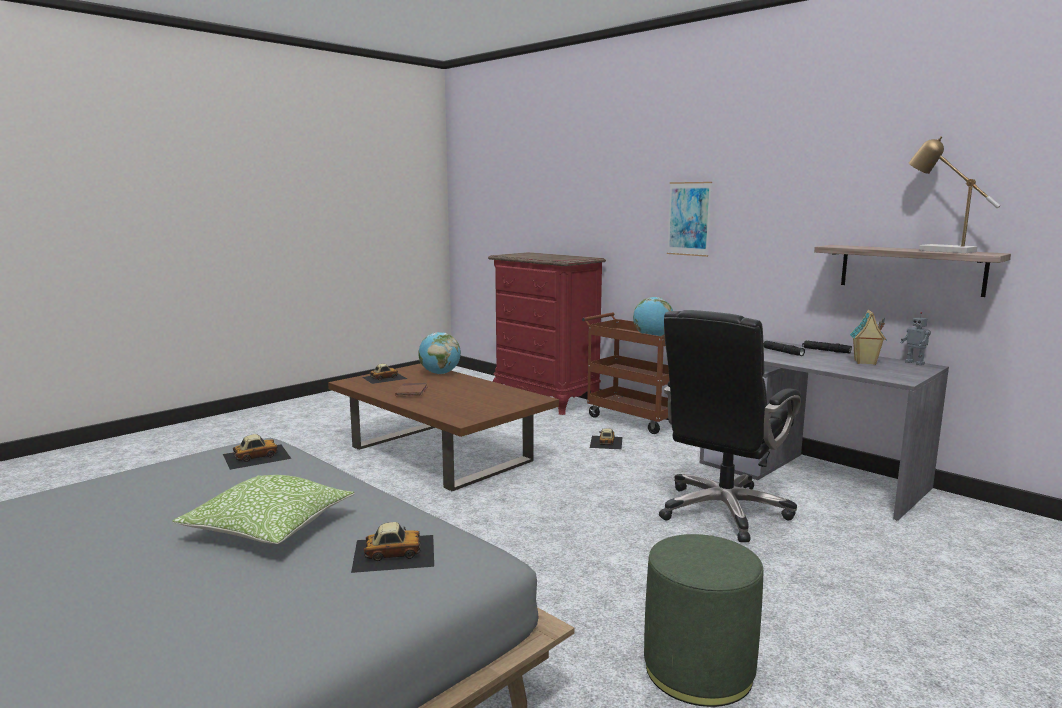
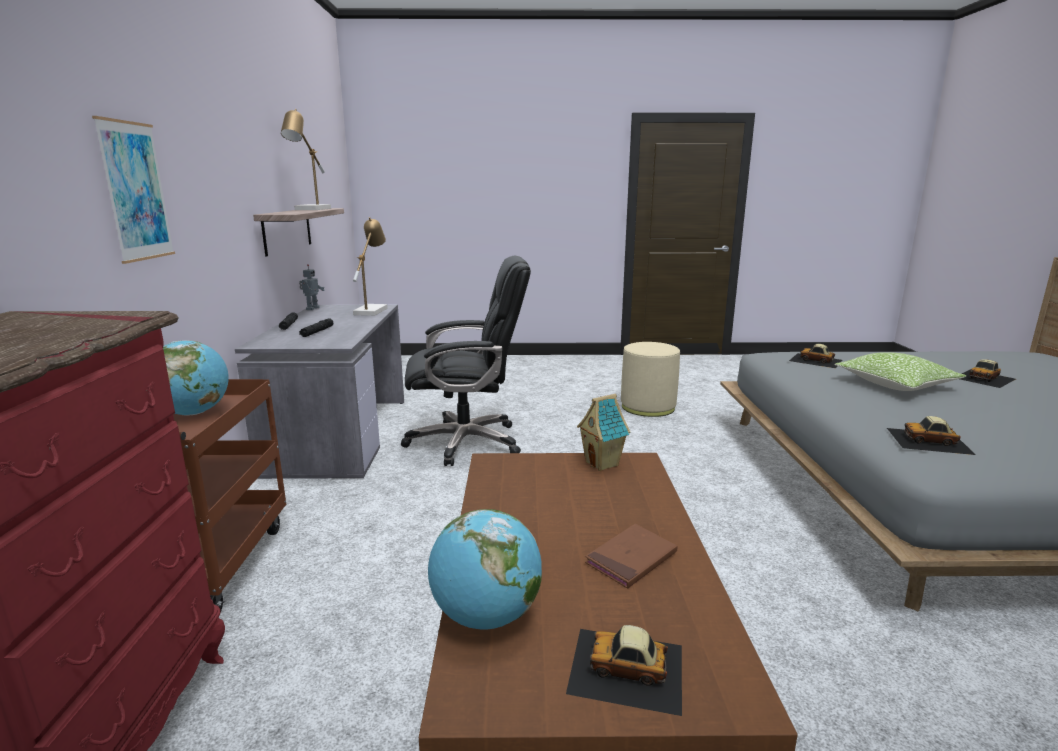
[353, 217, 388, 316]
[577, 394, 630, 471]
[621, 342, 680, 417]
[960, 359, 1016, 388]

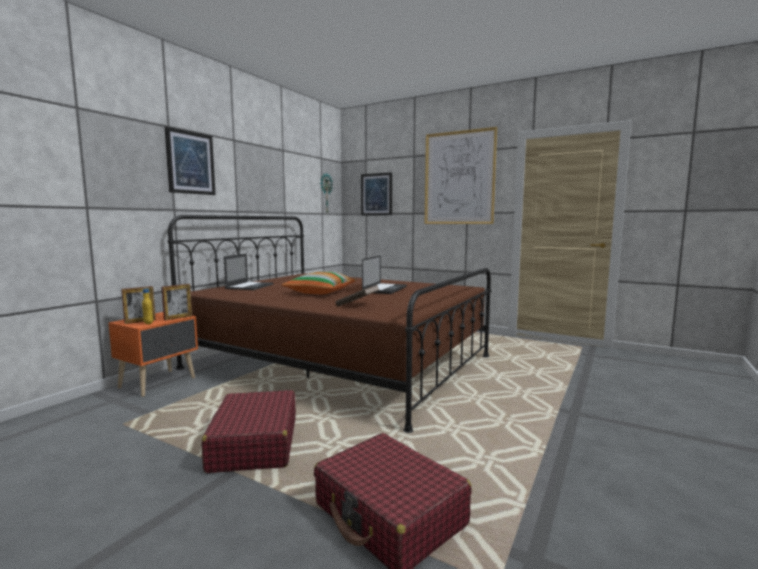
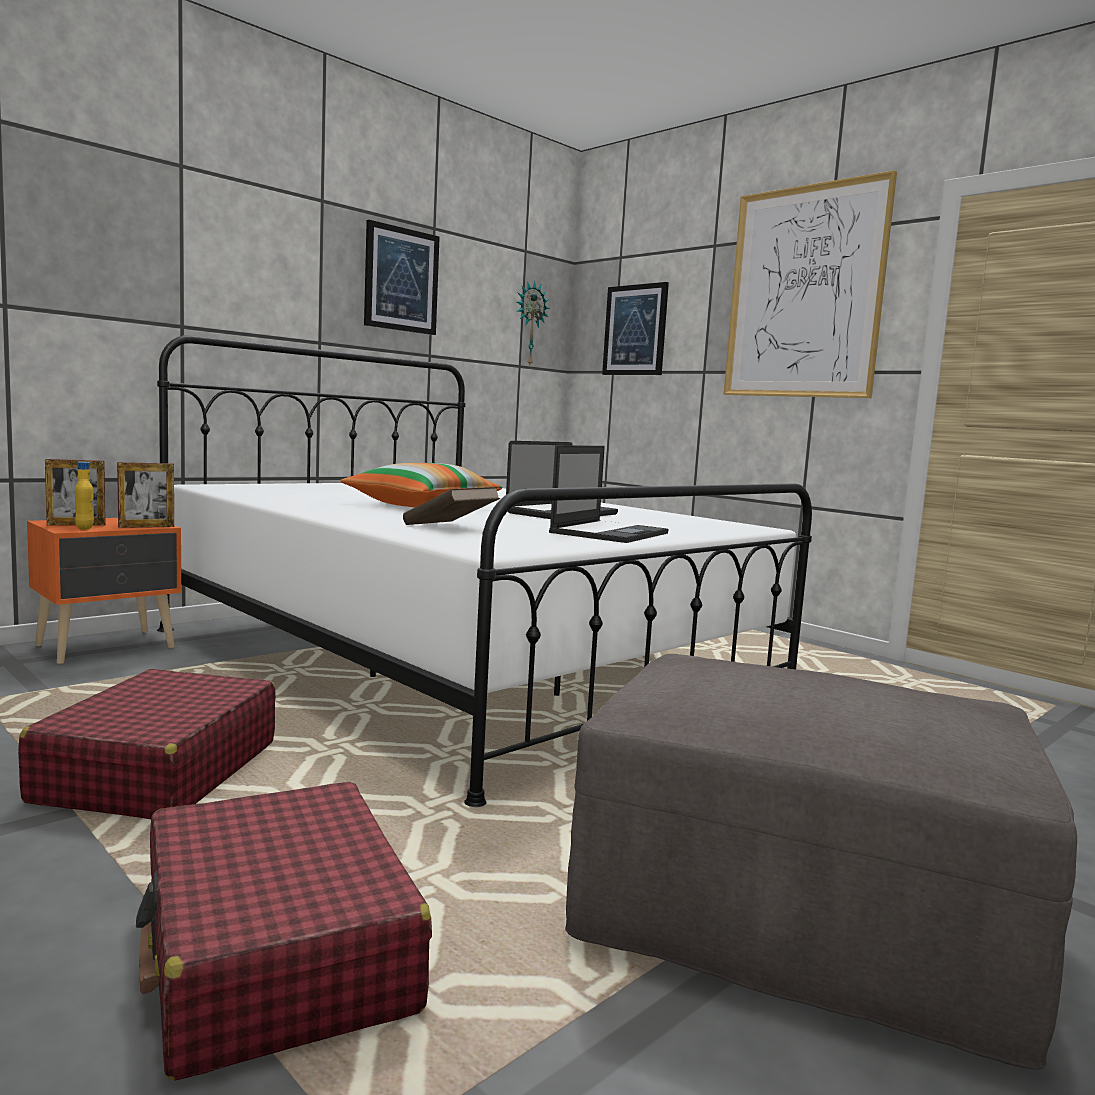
[157, 335, 812, 807]
[364, 220, 440, 335]
[549, 445, 668, 543]
[565, 654, 1077, 1070]

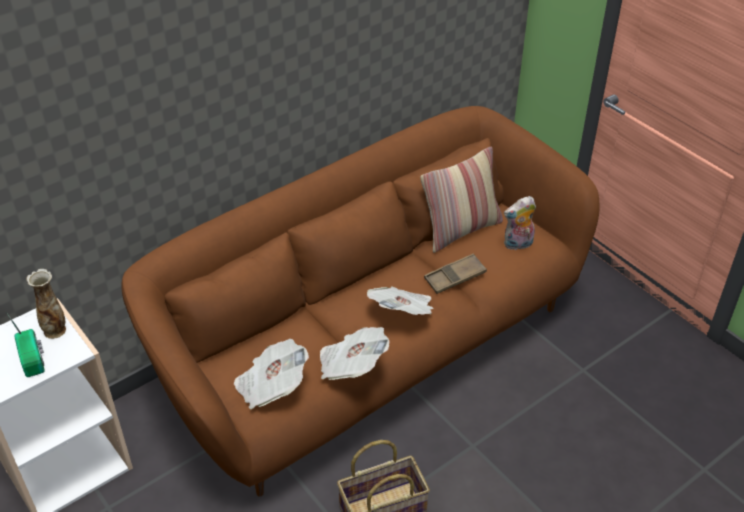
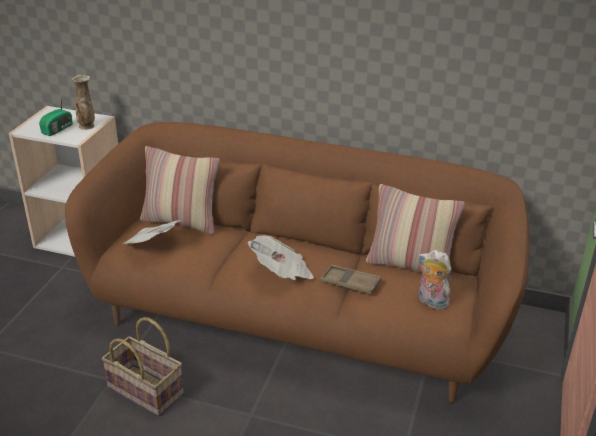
[140, 146, 220, 235]
[320, 327, 390, 380] (first image)

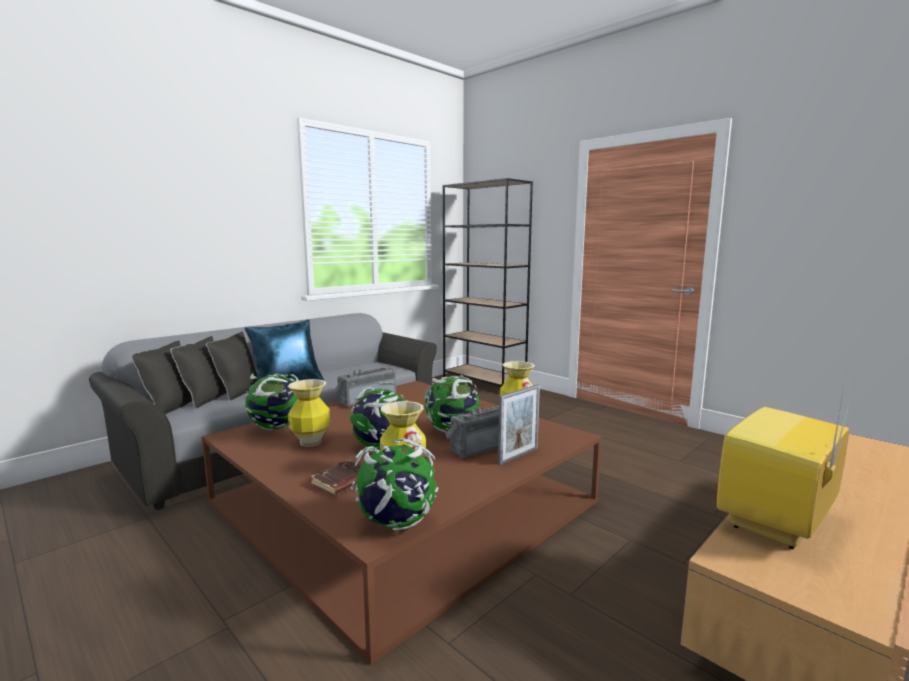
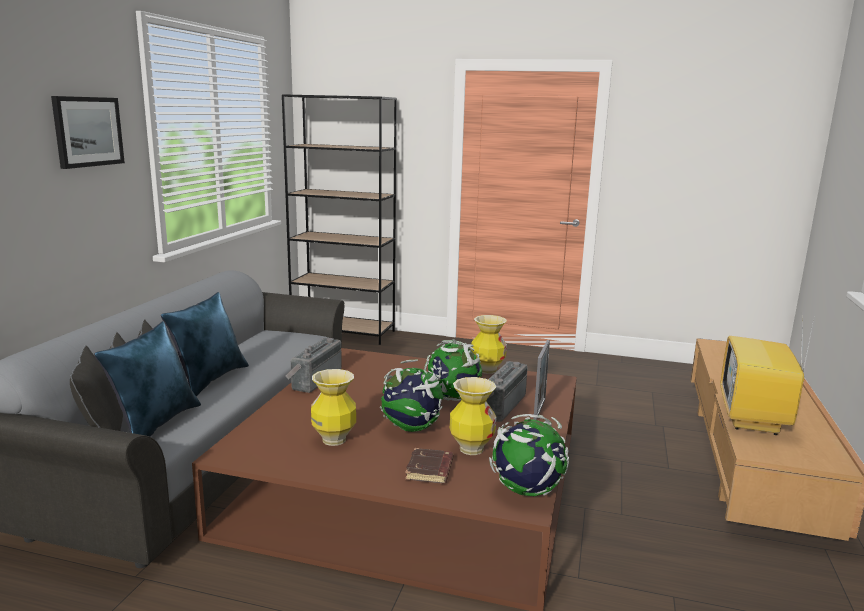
[51, 96, 125, 169]
[94, 321, 201, 437]
[245, 373, 299, 430] (first image)

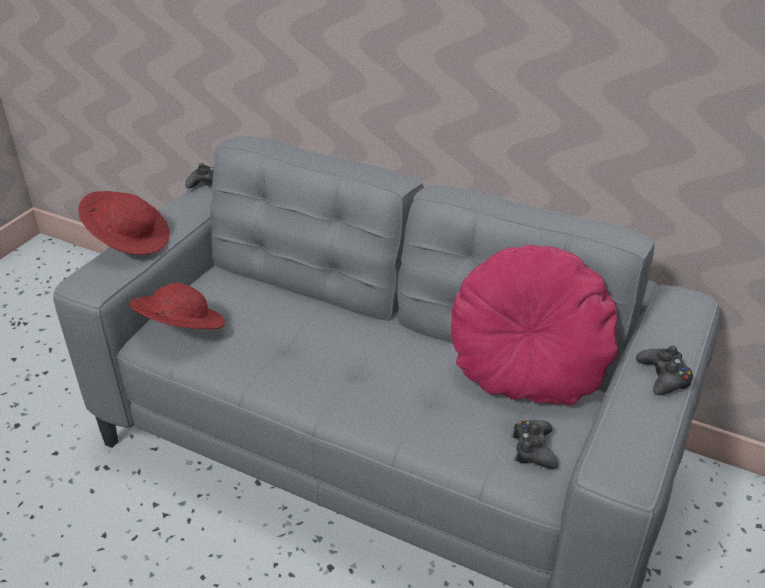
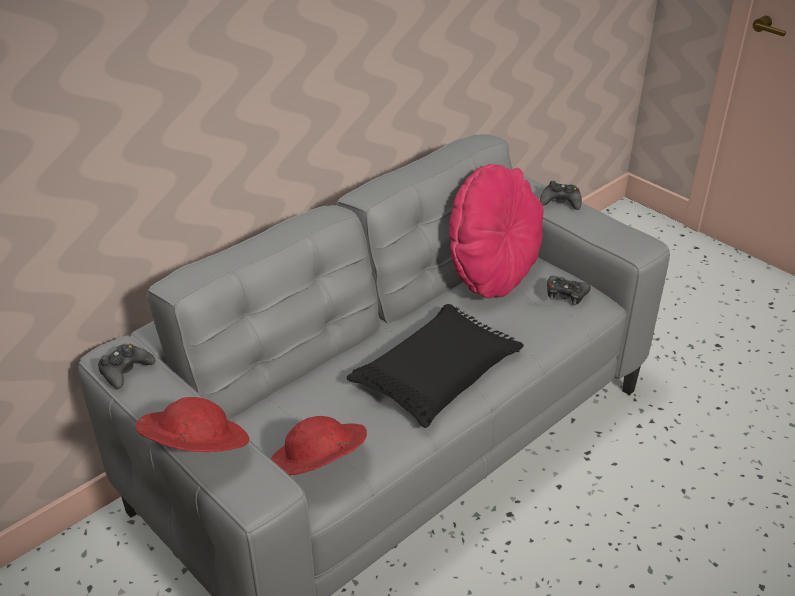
[347, 304, 524, 428]

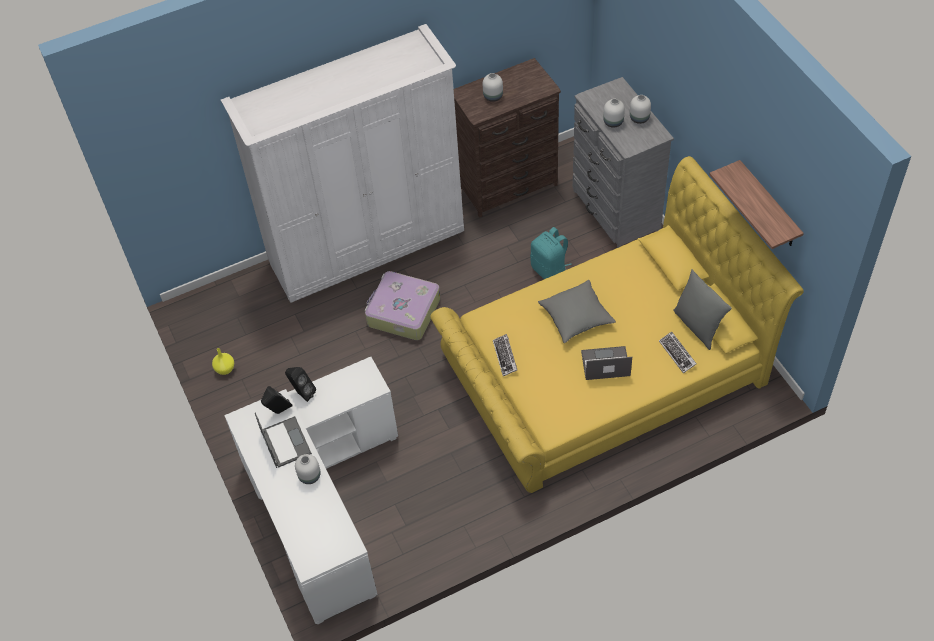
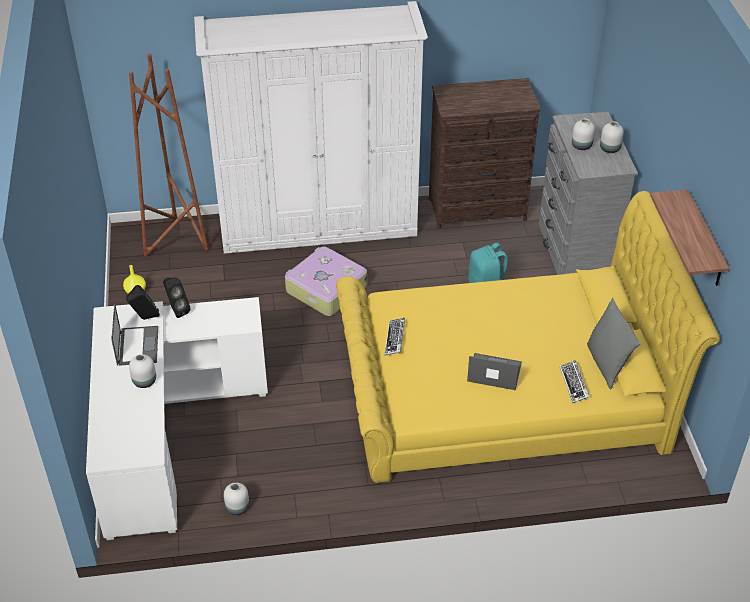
[129, 53, 208, 256]
[224, 482, 249, 515]
[538, 280, 616, 343] (first image)

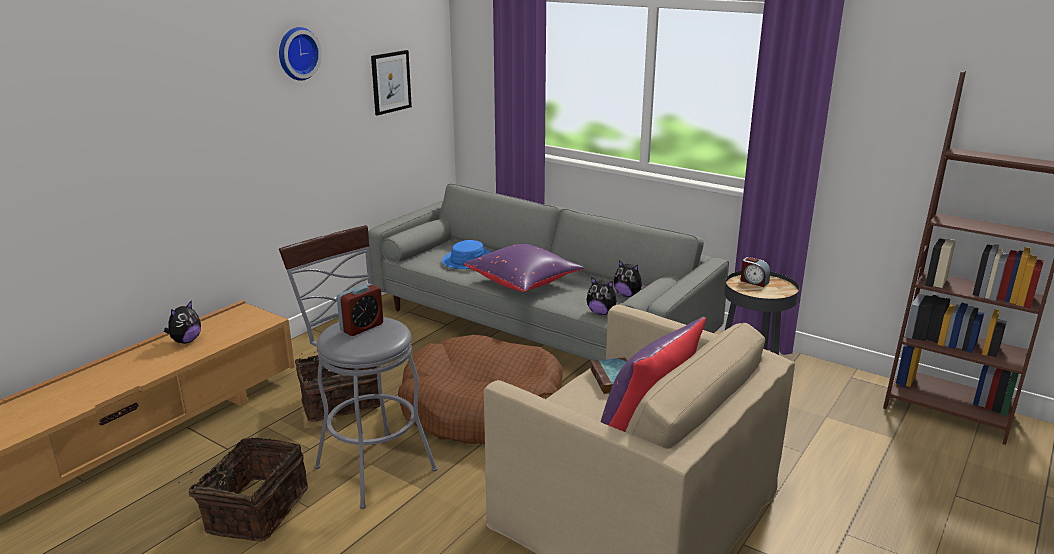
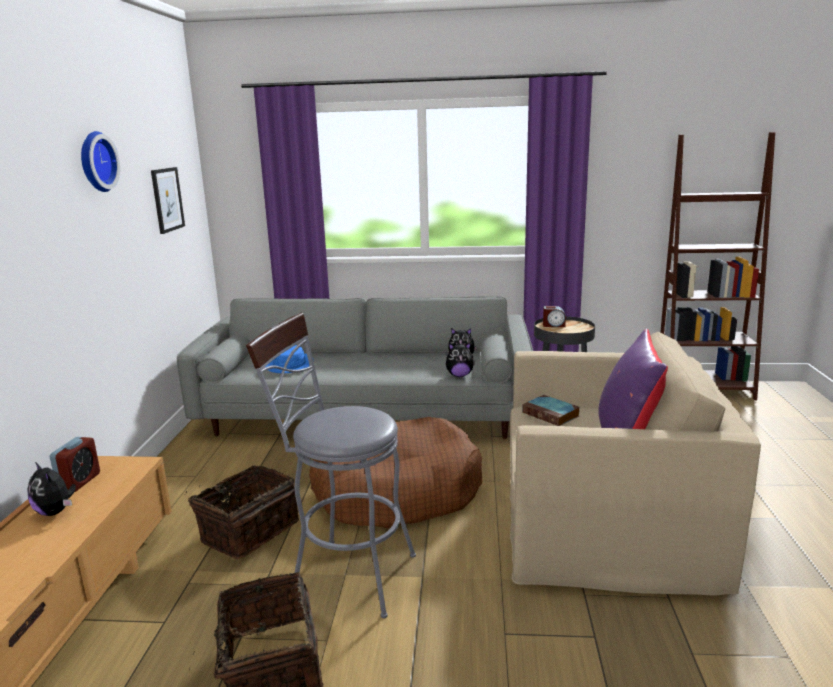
[27, 462, 76, 516]
[50, 437, 100, 492]
[464, 244, 584, 292] (first image)

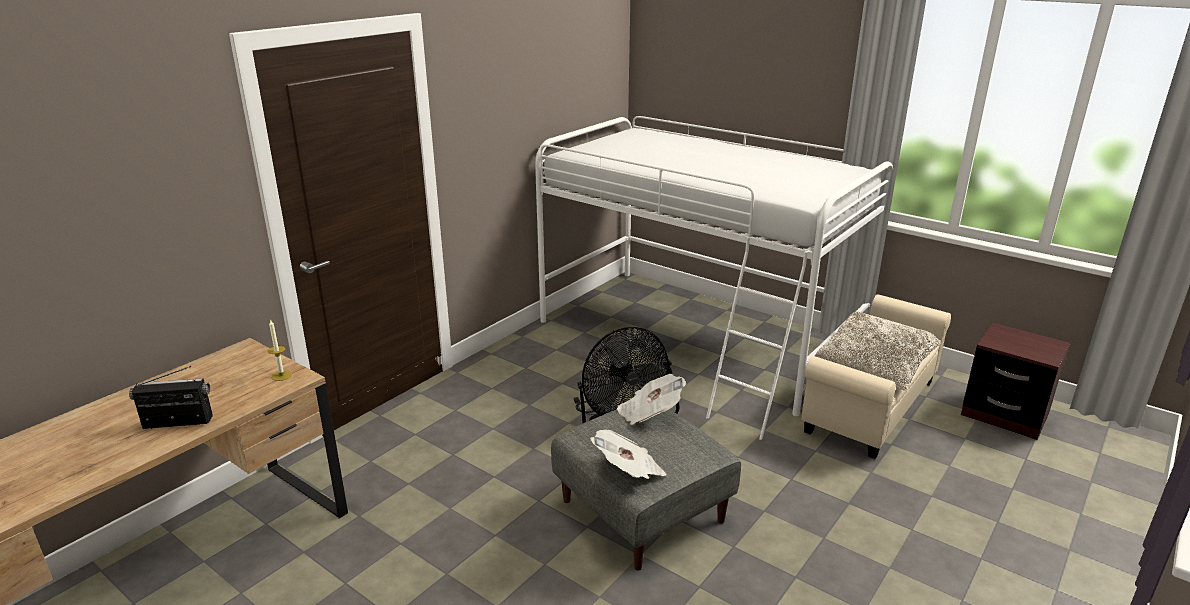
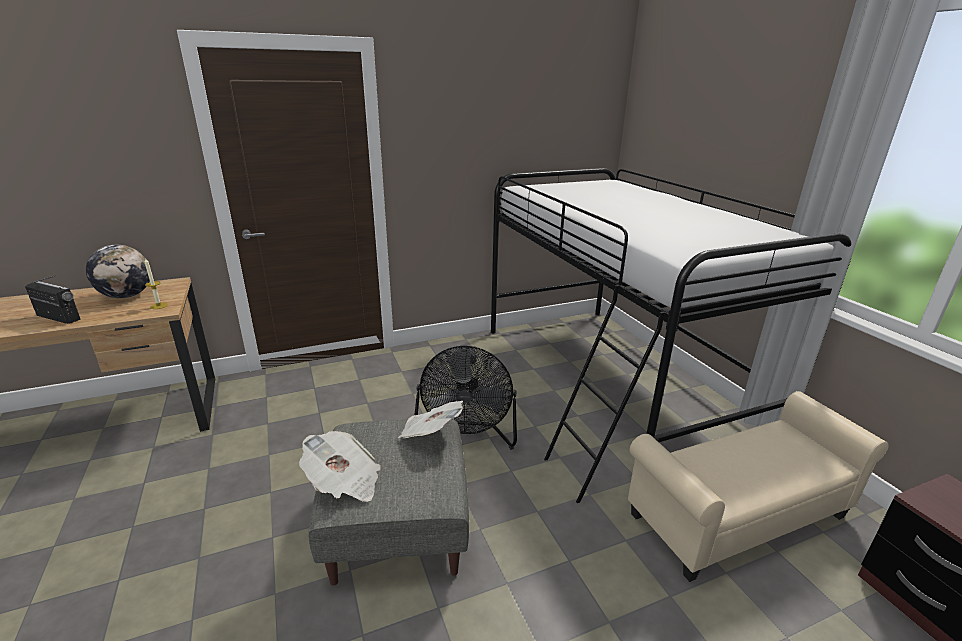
[86, 245, 150, 298]
[491, 168, 851, 503]
[815, 312, 941, 391] (first image)

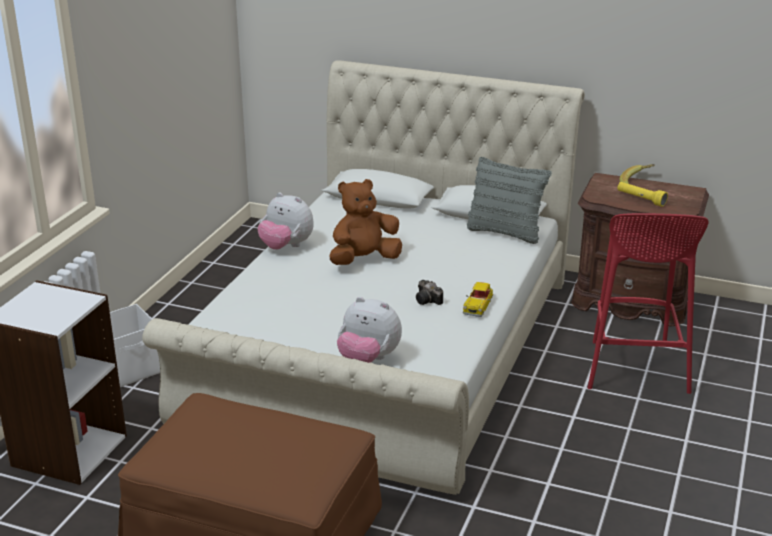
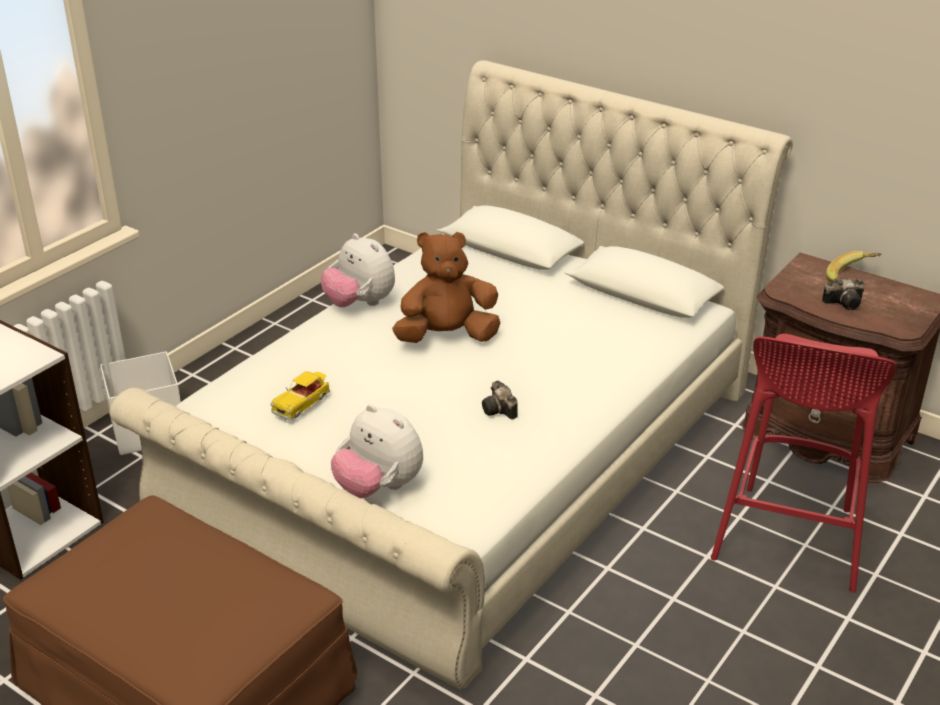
[271, 371, 330, 420]
[822, 278, 864, 310]
[467, 157, 552, 244] (first image)

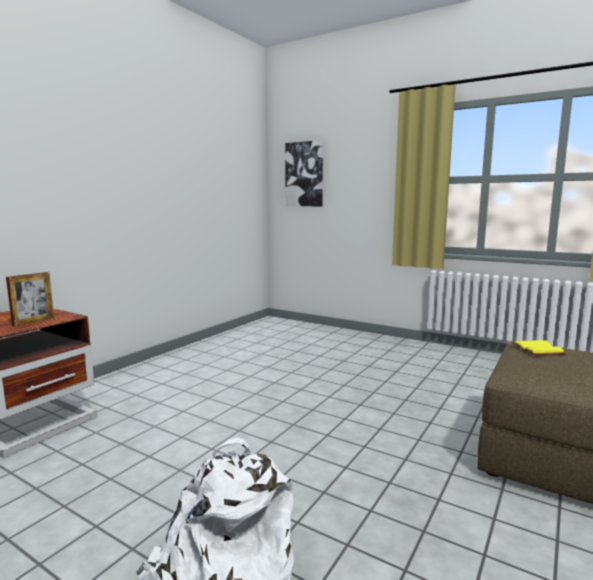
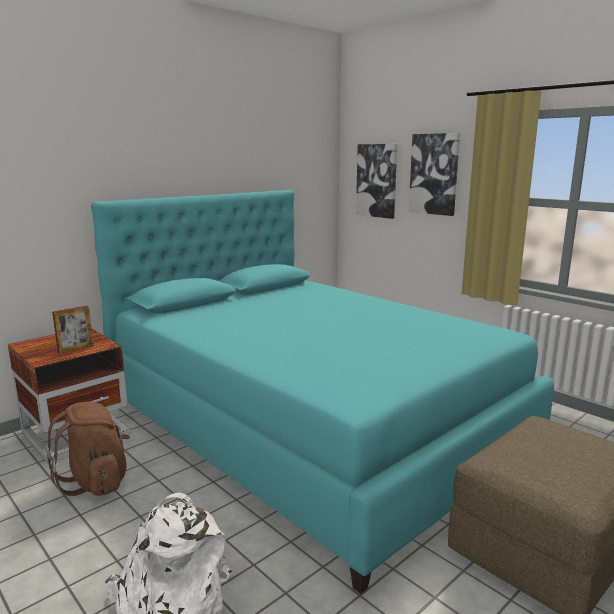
[46, 401, 130, 496]
[91, 190, 554, 594]
[409, 133, 460, 216]
[512, 340, 567, 356] (first image)

